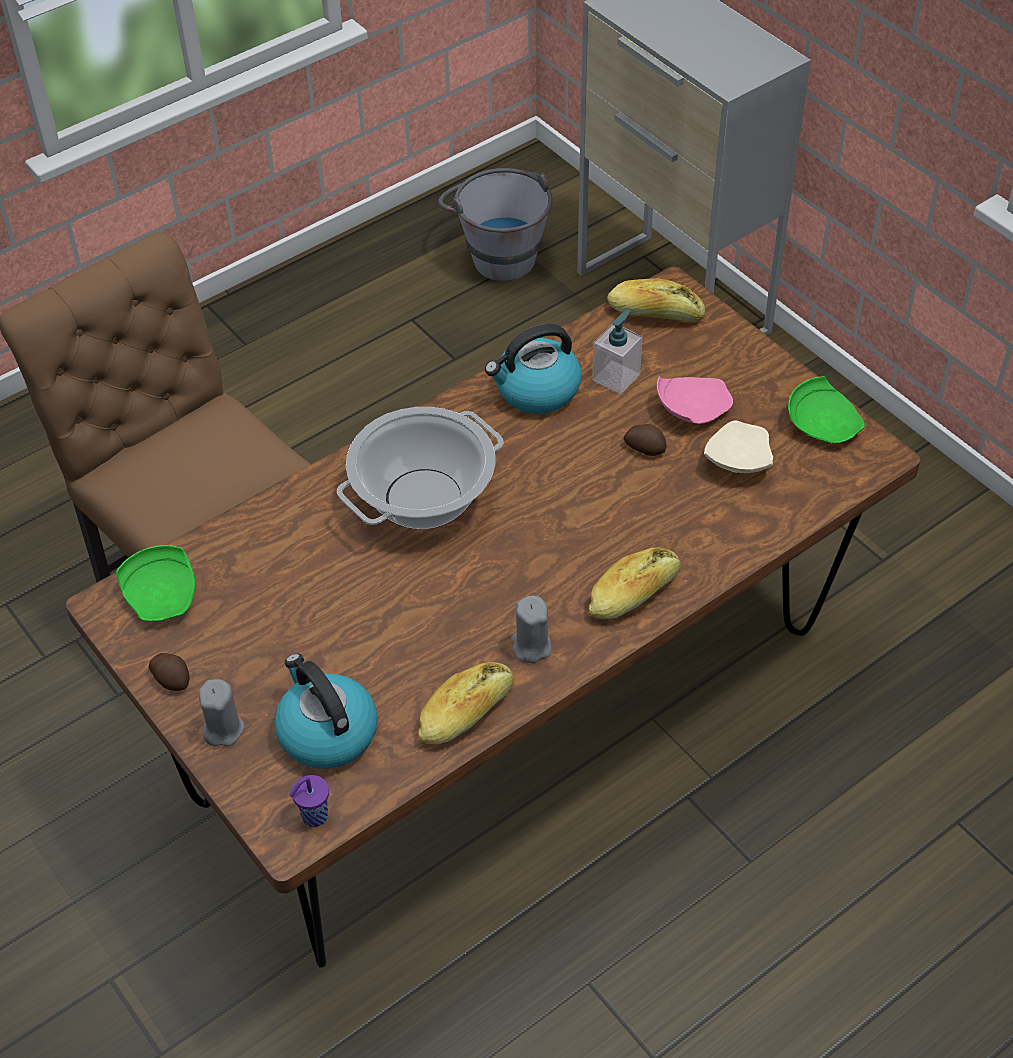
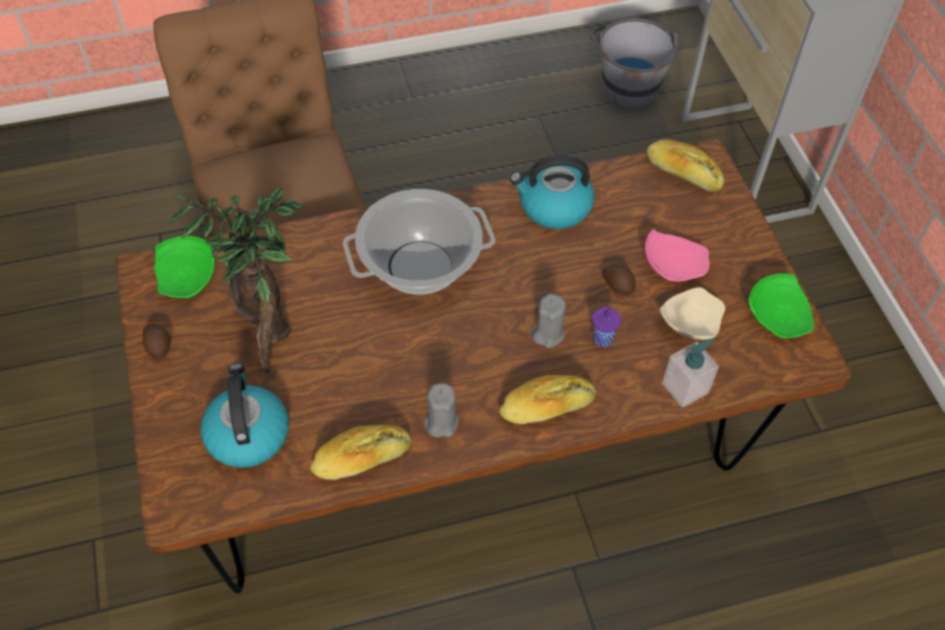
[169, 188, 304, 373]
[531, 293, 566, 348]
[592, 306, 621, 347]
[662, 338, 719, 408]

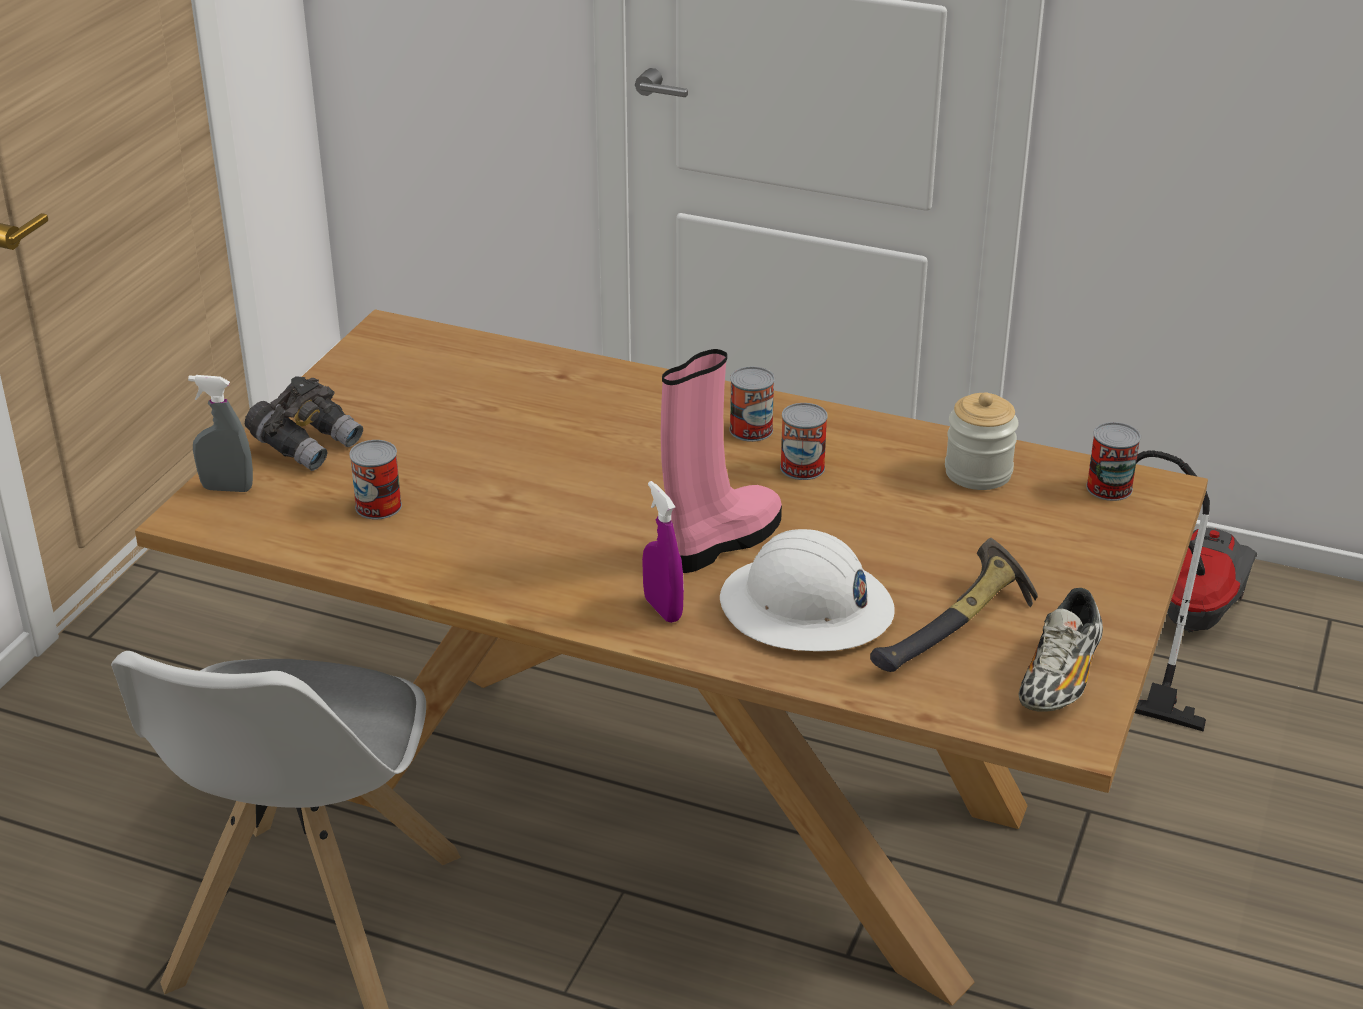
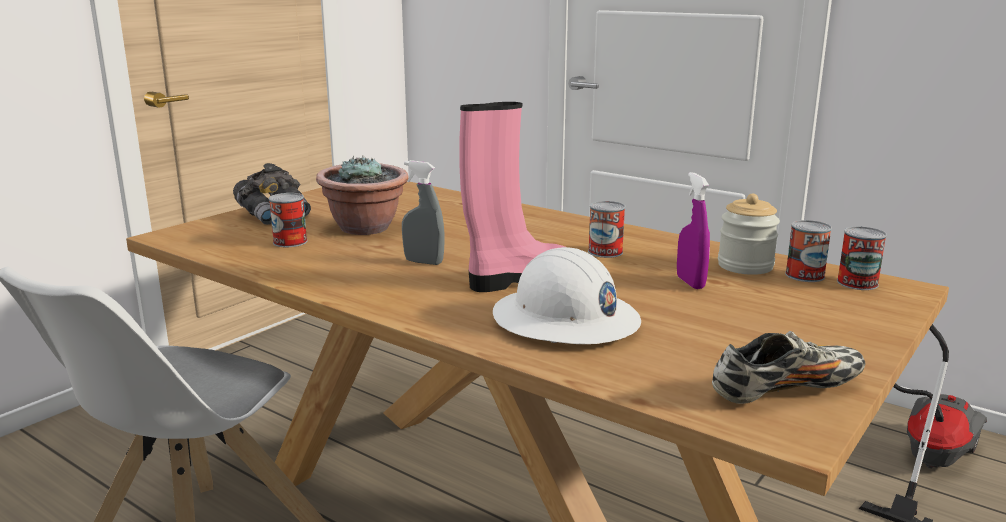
[316, 155, 409, 235]
[402, 160, 445, 265]
[677, 172, 710, 289]
[712, 331, 865, 404]
[785, 220, 832, 282]
[870, 538, 1038, 672] (first image)

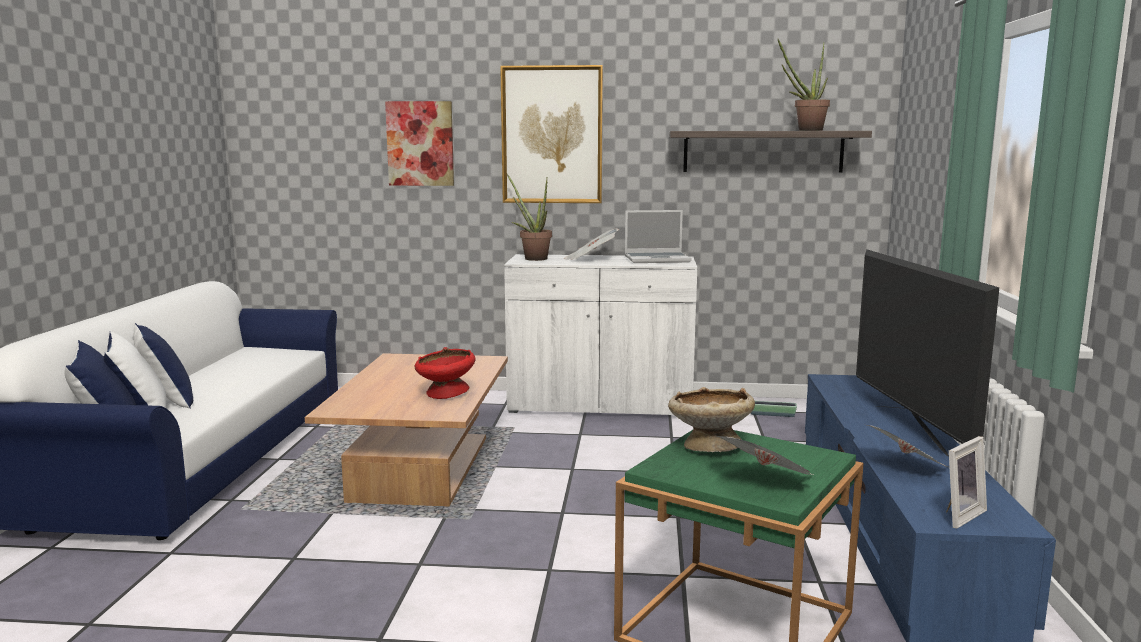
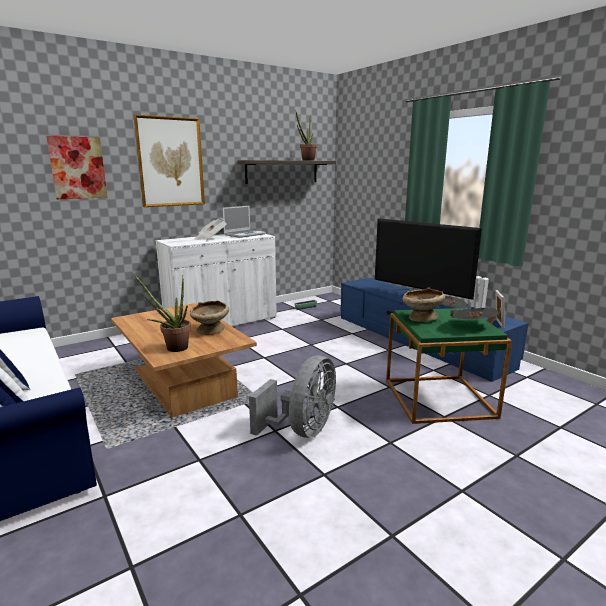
[133, 274, 191, 352]
[190, 300, 229, 335]
[249, 355, 336, 438]

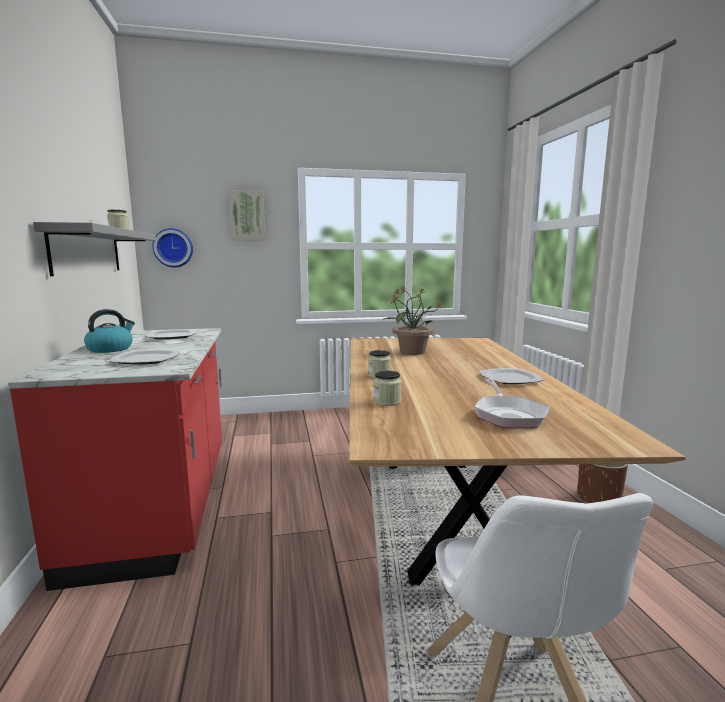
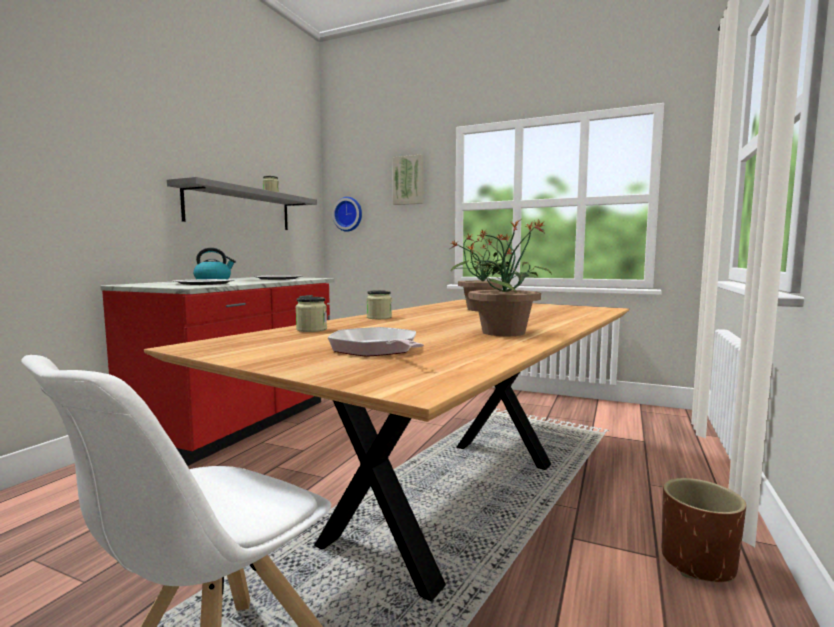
[328, 327, 424, 357]
[465, 220, 552, 336]

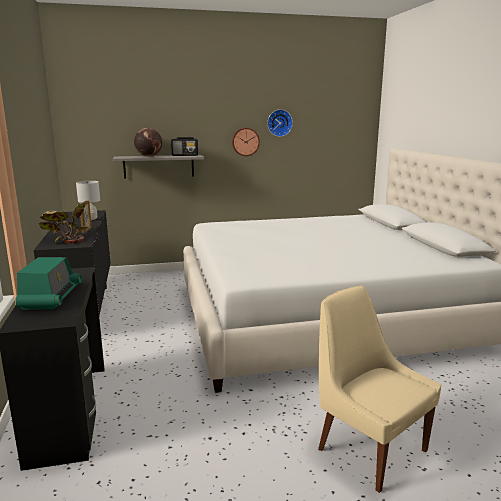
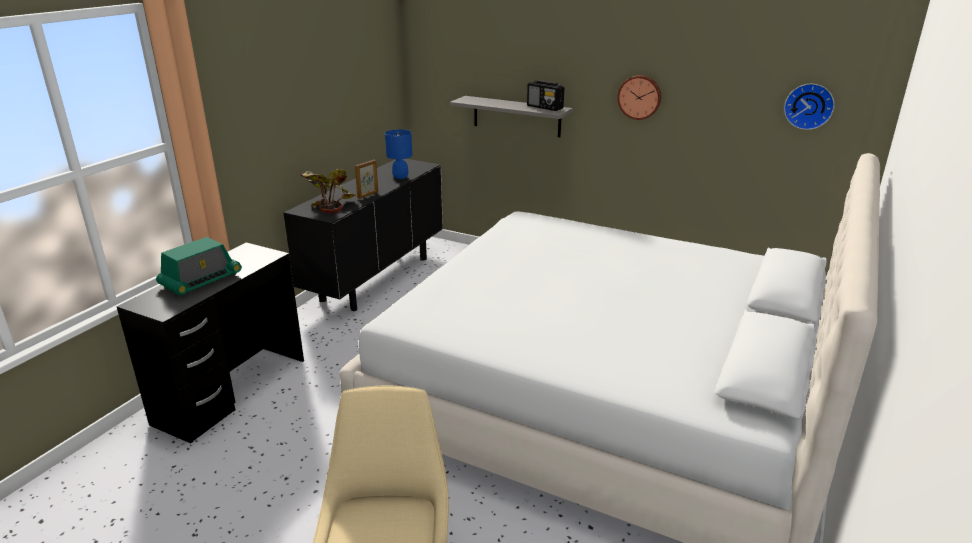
[385, 129, 412, 179]
[784, 84, 835, 130]
[134, 128, 162, 157] (first image)

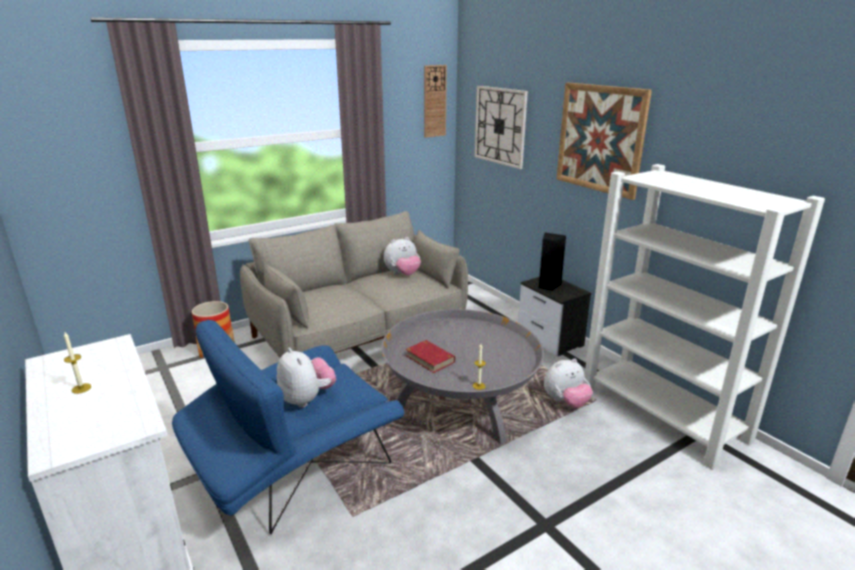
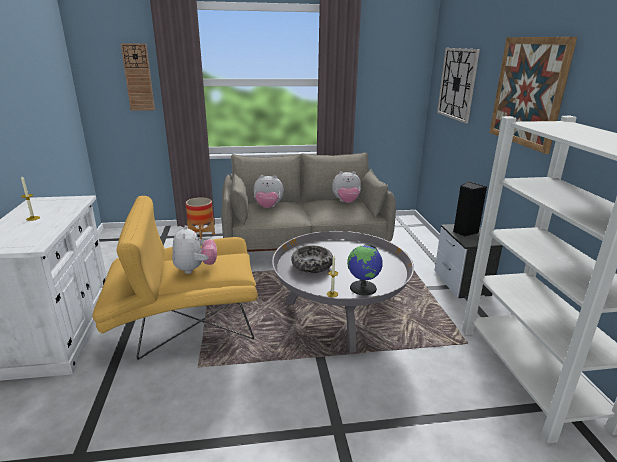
[92, 196, 258, 360]
[121, 43, 155, 111]
[253, 175, 284, 208]
[291, 245, 333, 273]
[347, 245, 383, 296]

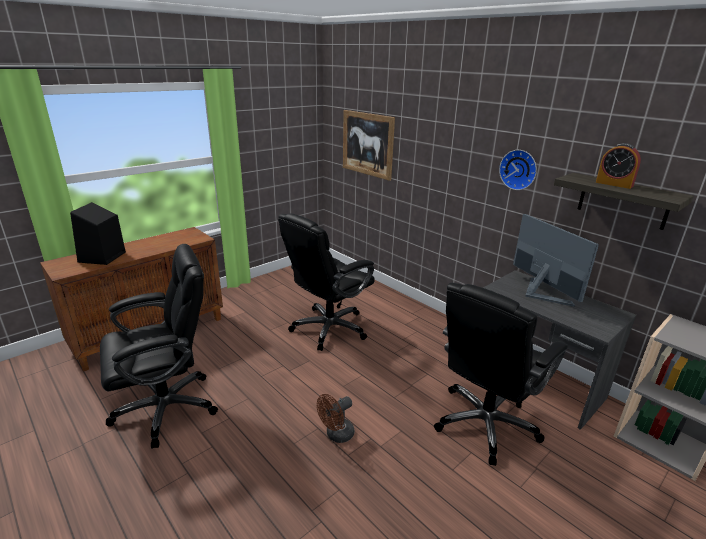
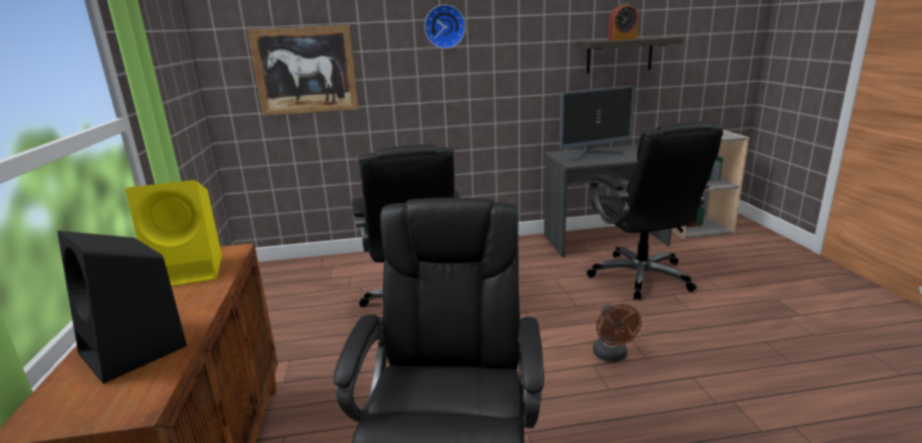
[126, 180, 222, 287]
[424, 5, 466, 49]
[559, 85, 635, 161]

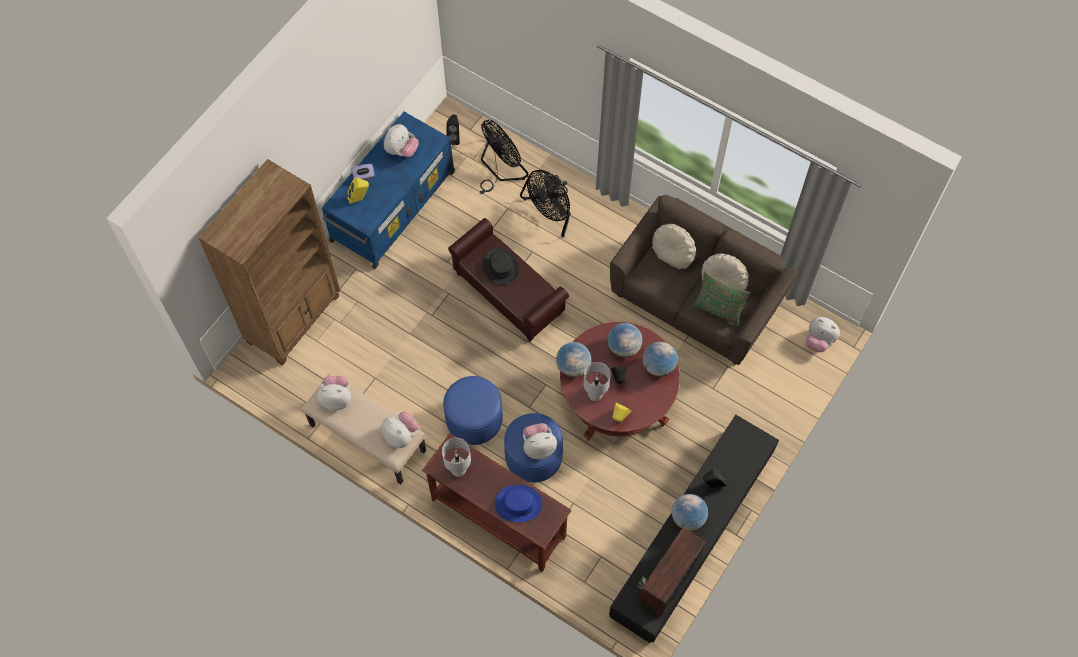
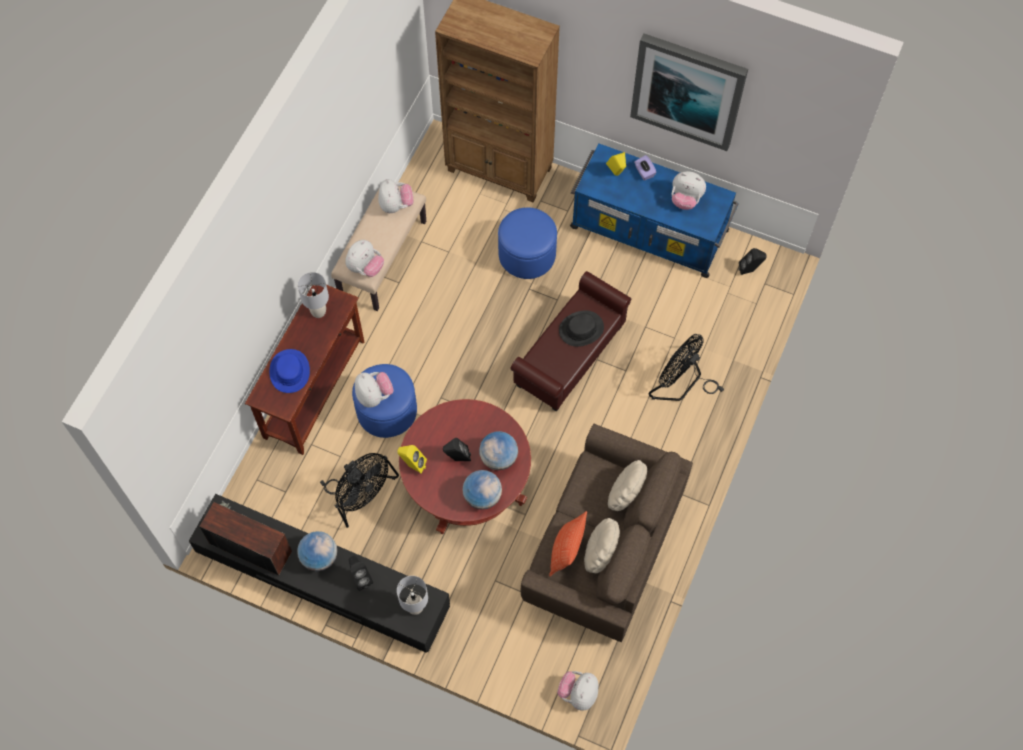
[320, 453, 399, 528]
[397, 576, 428, 615]
[498, 207, 557, 279]
[549, 511, 587, 577]
[630, 33, 748, 151]
[556, 342, 591, 377] (first image)

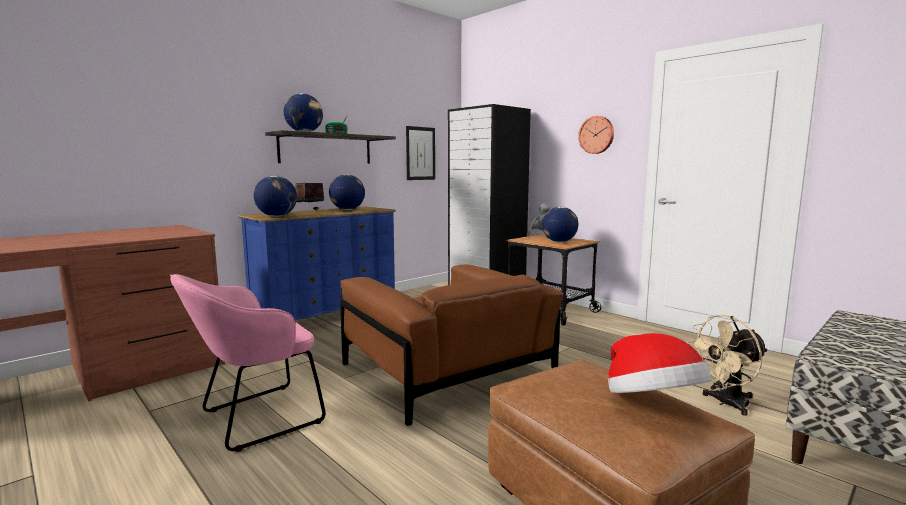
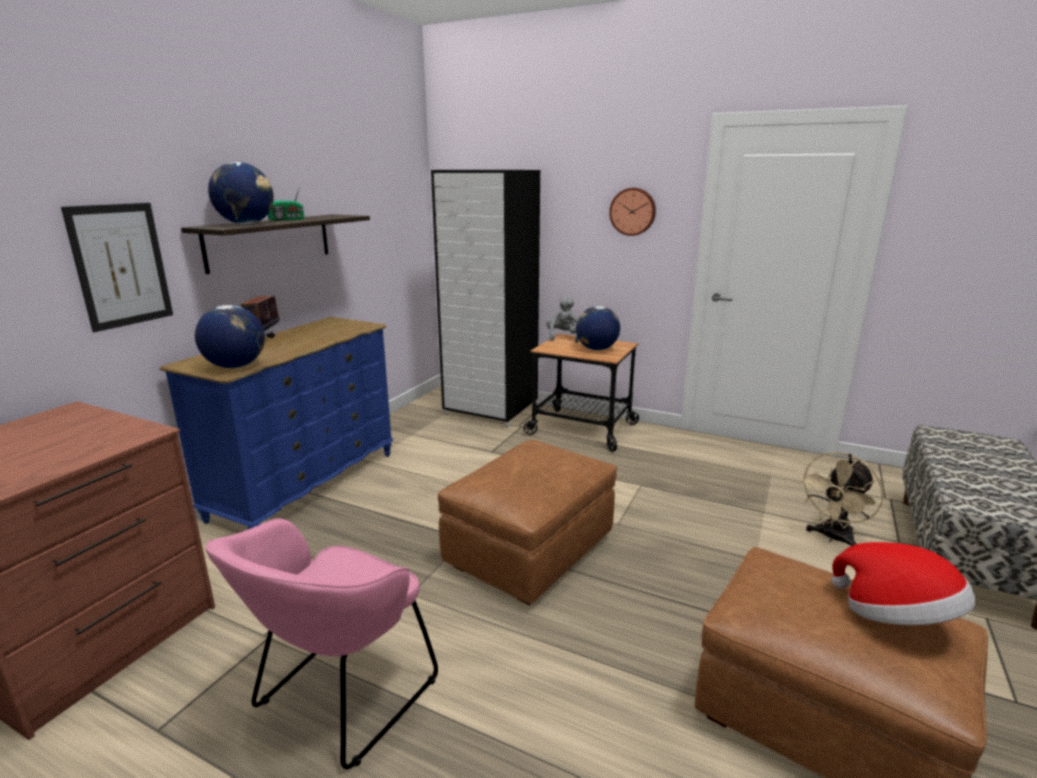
[61, 203, 173, 332]
[438, 440, 617, 605]
[329, 174, 365, 210] (first image)

